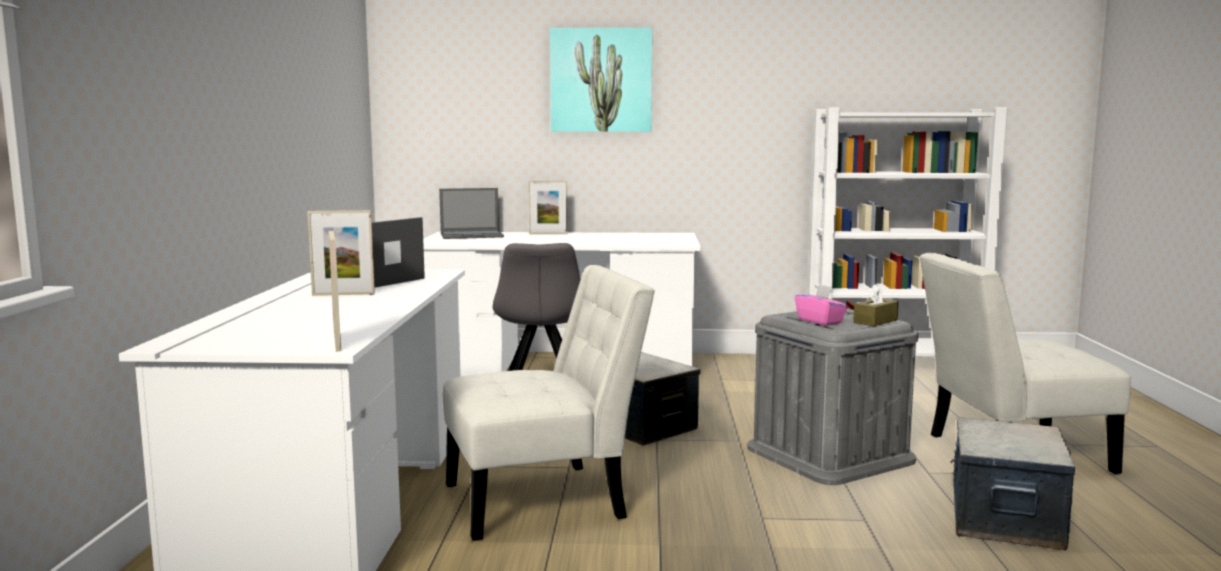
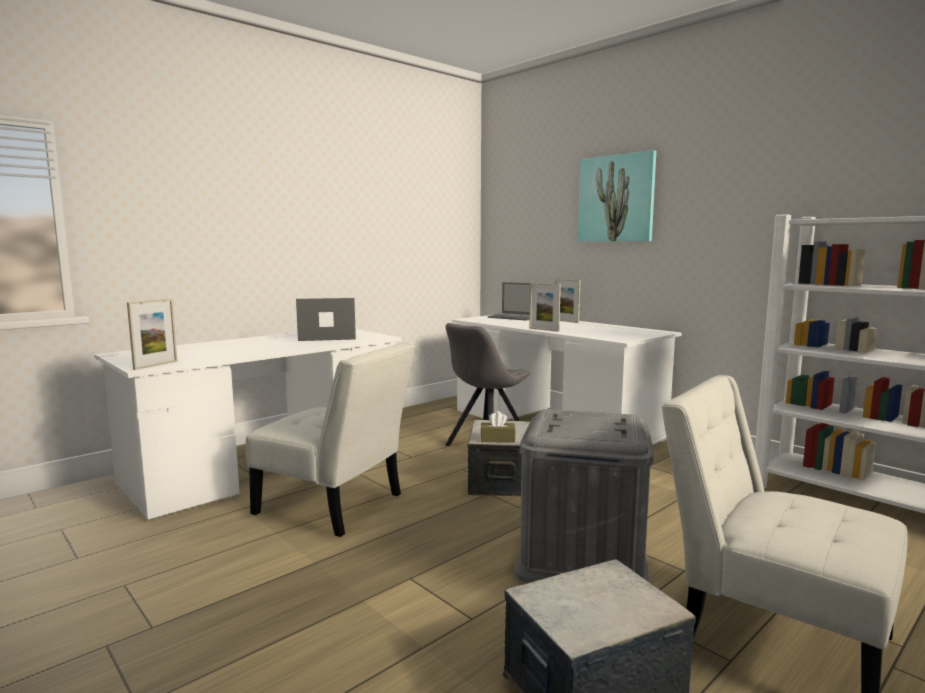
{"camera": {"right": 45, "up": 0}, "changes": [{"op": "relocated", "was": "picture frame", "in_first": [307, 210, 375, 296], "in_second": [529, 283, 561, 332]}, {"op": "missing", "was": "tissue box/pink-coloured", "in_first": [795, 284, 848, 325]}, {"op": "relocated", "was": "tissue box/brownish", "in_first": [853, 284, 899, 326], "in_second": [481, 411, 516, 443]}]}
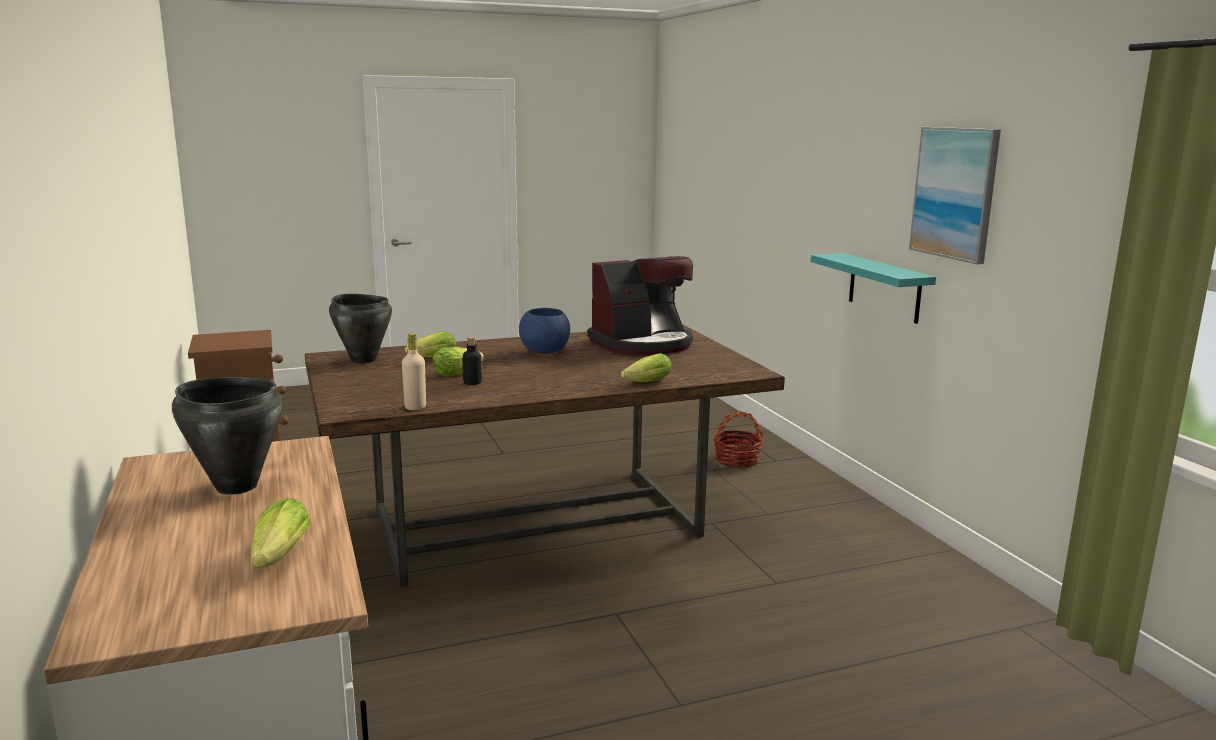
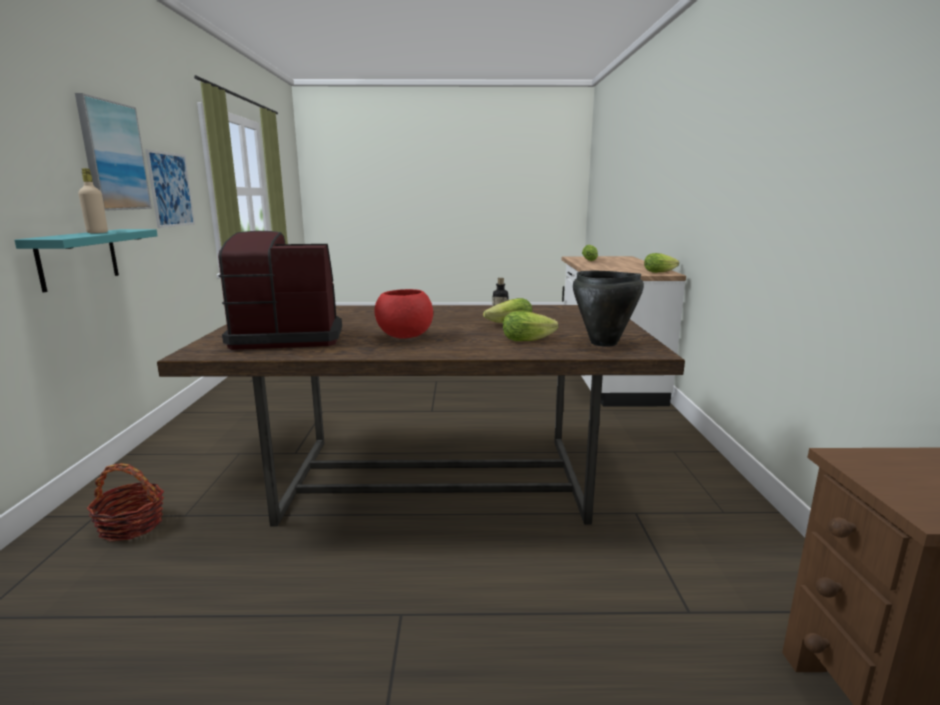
{"camera": {"right": -160, "up": 0}, "changes": [{"op": "colour", "was": "deep dish/bluish", "now": "deep dish/reddish", "in_first": [519, 308, 570, 354], "in_second": [374, 289, 433, 339]}, {"op": "relocated", "was": "bottle/sand-coloured", "in_first": [402, 333, 426, 410], "in_second": [78, 168, 108, 233]}, {"op": "relocated", "was": "lettuce", "in_first": [621, 353, 671, 382], "in_second": [644, 253, 679, 273]}, {"op": "missing", "was": "stockpot/blackish", "in_first": [172, 378, 283, 495]}, {"op": "appeared", "now": "wall art", "in_second": [145, 149, 195, 228]}]}
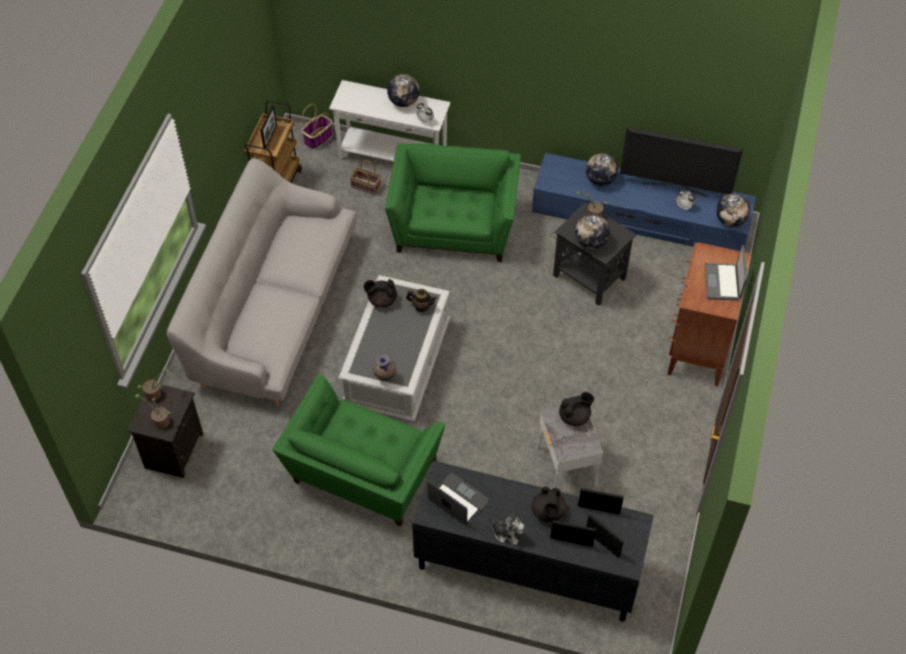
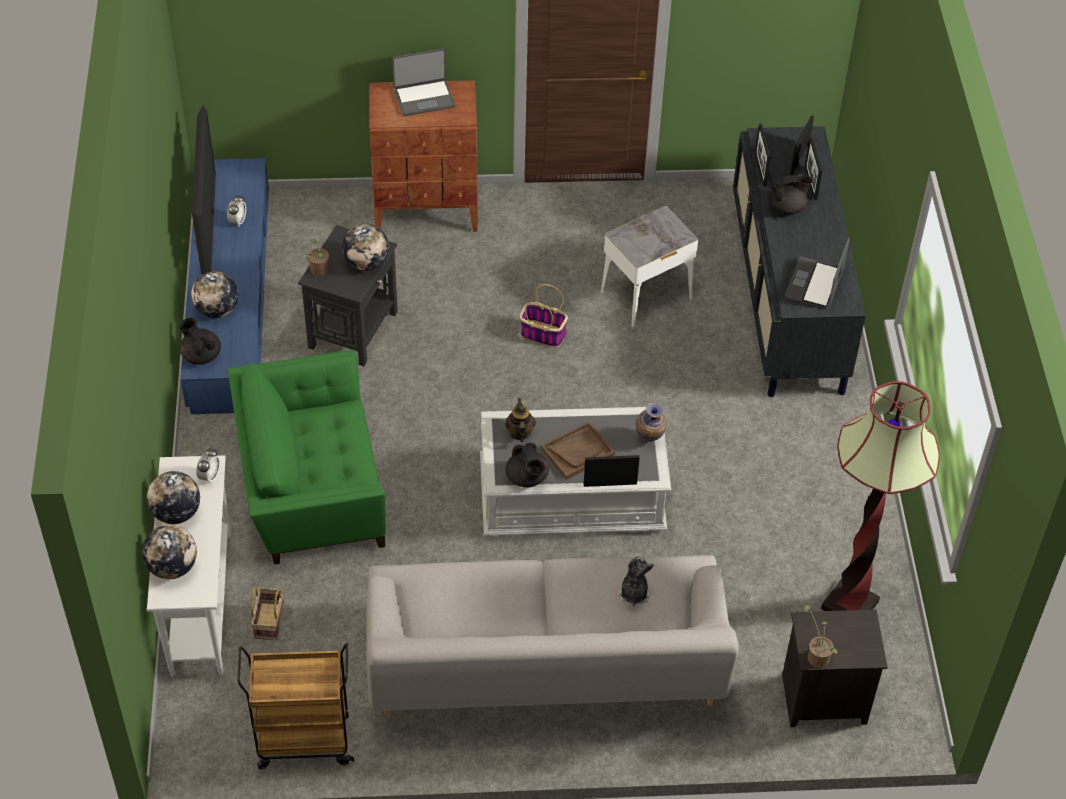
{"camera": {"right": -110, "up": -5}, "changes": [{"op": "relocated", "was": "basket", "in_first": [302, 104, 333, 149], "in_second": [520, 284, 568, 347]}, {"op": "relocated", "was": "picture frame", "in_first": [260, 105, 277, 148], "in_second": [584, 455, 640, 487]}, {"op": "relocated", "was": "desk globe", "in_first": [716, 194, 750, 227], "in_second": [142, 525, 197, 579]}, {"op": "missing", "was": "lounge chair/green-coloured", "in_first": [272, 374, 445, 526]}, {"op": "relocated", "was": "tea pot/blackish", "in_first": [559, 392, 594, 426], "in_second": [178, 318, 221, 365]}, {"op": "missing", "was": "plant in a pot", "in_first": [134, 394, 171, 429]}, {"op": "relocated", "was": "soft toy", "in_first": [488, 514, 524, 545], "in_second": [618, 553, 654, 607]}, {"op": "appeared", "now": "standing lamp", "in_second": [821, 381, 940, 611]}, {"op": "appeared", "now": "tray/brownish", "in_second": [541, 421, 615, 480]}]}
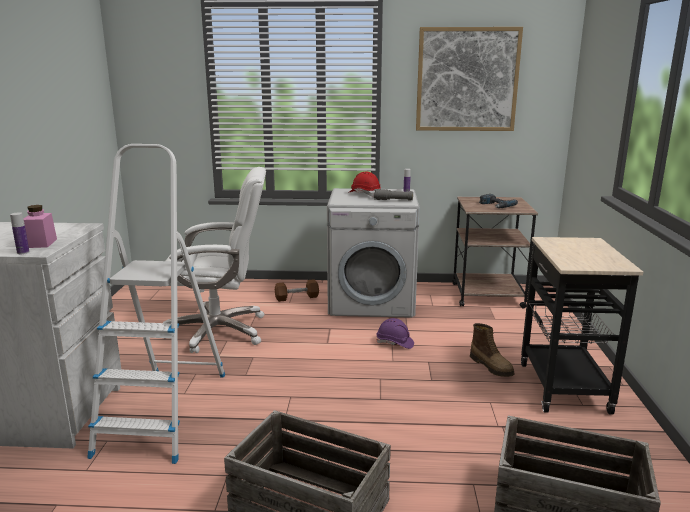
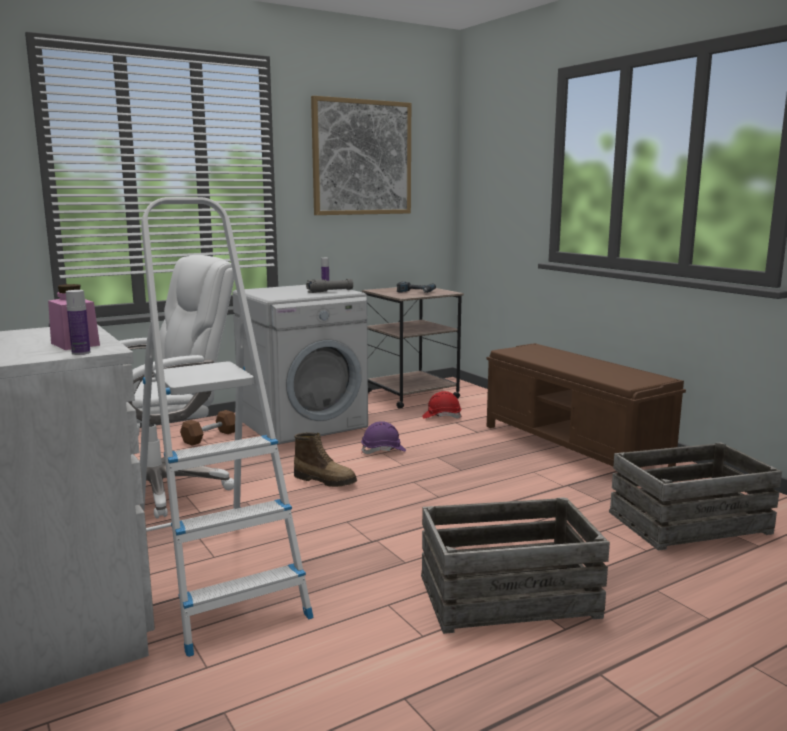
{"camera": {"right": -35, "up": -5}, "changes": [{"op": "relocated", "was": "safety helmet/reddish", "in_first": [348, 171, 381, 196], "in_second": [422, 391, 461, 419]}, {"op": "exchanged", "was": "wheeled cart", "now": "long seat/brownish", "in_first": [521, 237, 643, 415], "in_second": [486, 343, 686, 468]}, {"op": "relocated", "was": "high-top boot", "in_first": [470, 323, 514, 377], "in_second": [294, 433, 357, 487]}]}
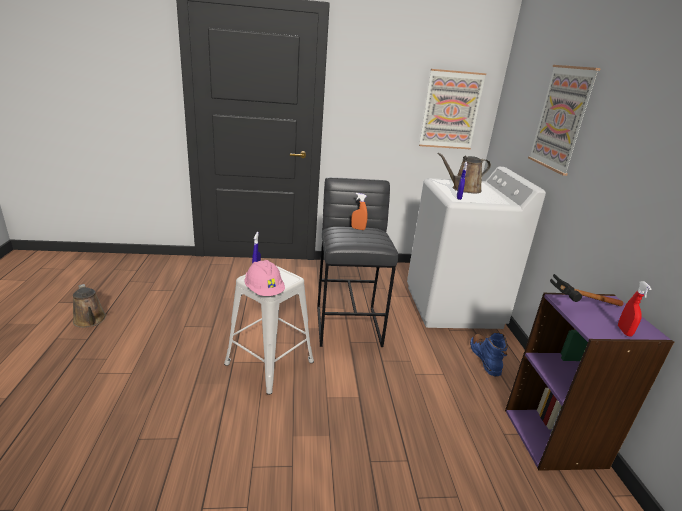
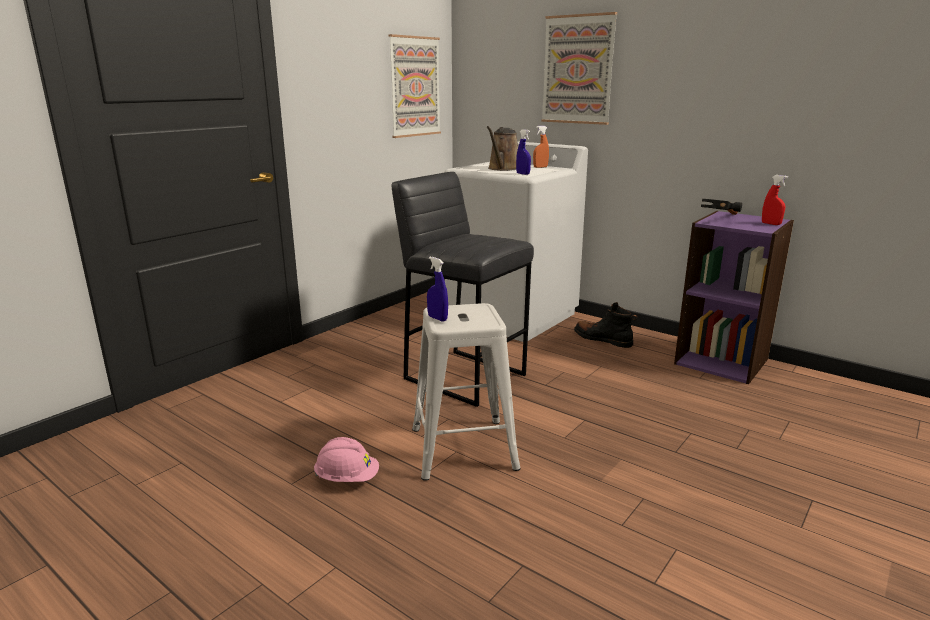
{"camera": {"right": -45, "up": -5}, "changes": [{"op": "relocated", "was": "sprayer/orange", "in_first": [351, 193, 368, 230], "in_second": [533, 126, 549, 168]}, {"op": "relocated", "was": "safety helmet/pink-coloured", "in_first": [245, 260, 285, 296], "in_second": [314, 437, 379, 482]}, {"op": "missing", "was": "sprinkling can/brownish", "in_first": [73, 284, 107, 328]}, {"op": "colour", "was": "high-top boot/bluish", "now": "high-top boot/blackish", "in_first": [470, 333, 508, 377], "in_second": [574, 302, 638, 348]}]}
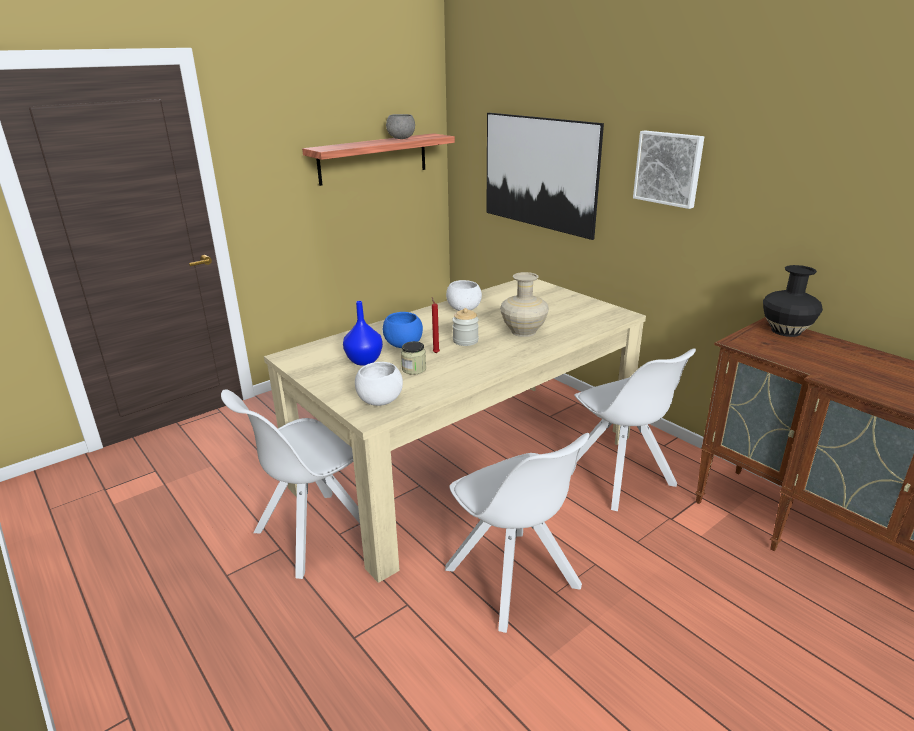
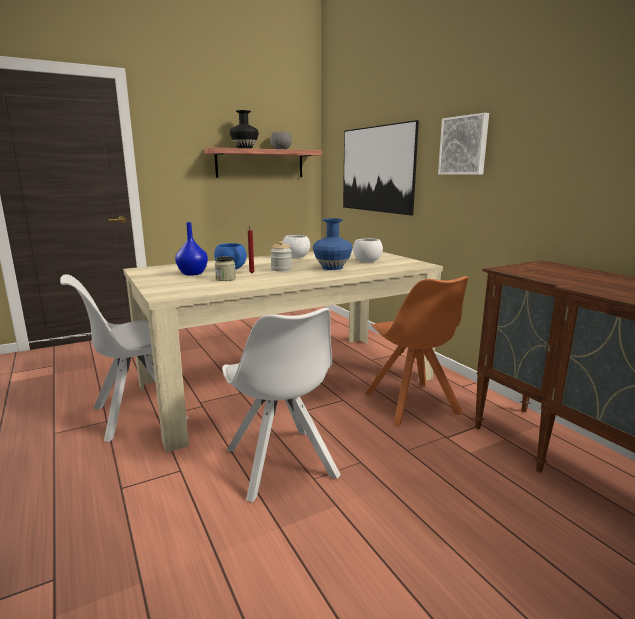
{"camera": {"right": 10, "up": -10}, "changes": [{"op": "relocated", "was": "vase/blackish", "in_first": [763, 265, 823, 337], "in_second": [230, 110, 259, 148]}, {"op": "colour", "was": "vase/sand-coloured", "now": "vase/bluish", "in_first": [500, 272, 549, 337], "in_second": [313, 218, 353, 270]}, {"op": "colour", "was": "plain chair/white", "now": "plain chair/orange", "in_first": [574, 348, 696, 511], "in_second": [365, 276, 468, 426]}, {"op": "relocated", "was": "deep dish/white", "in_first": [355, 362, 403, 406], "in_second": [353, 238, 383, 263]}]}
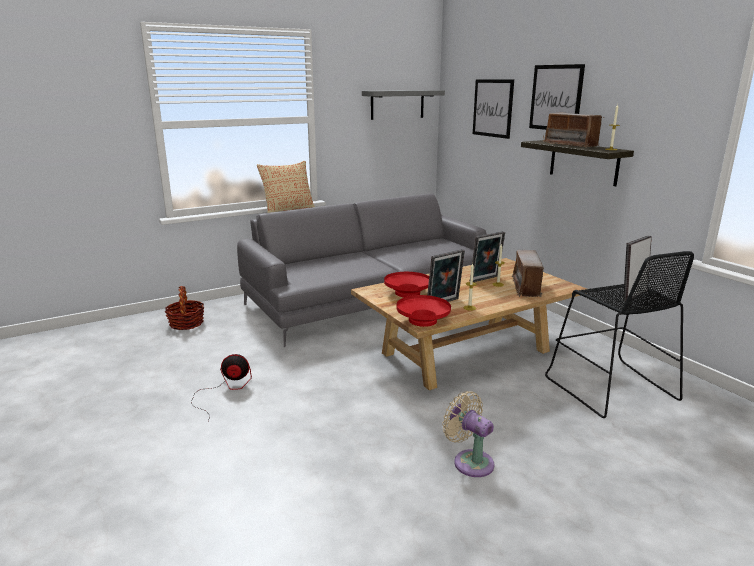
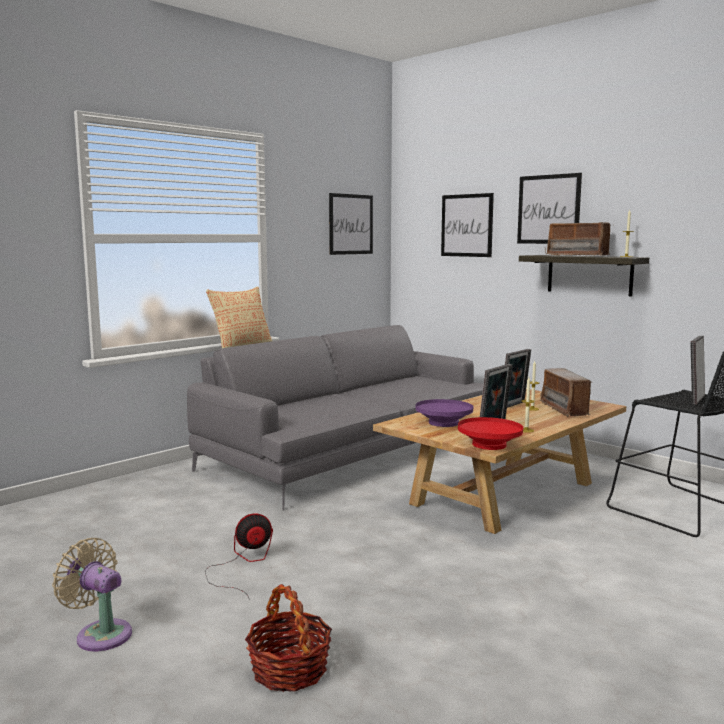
{"camera": {"right": -15, "up": -10}, "changes": [{"op": "exchanged", "was": "wall shelf/greyish", "now": "wall art", "in_first": [362, 90, 445, 120], "in_second": [329, 193, 373, 255]}, {"op": "colour", "was": "deep dish/reddish", "now": "deep dish/purple-coloured", "in_first": [384, 272, 429, 298], "in_second": [415, 399, 474, 427]}, {"op": "relocated", "was": "basket", "in_first": [165, 286, 204, 330], "in_second": [245, 584, 332, 692]}, {"op": "relocated", "was": "electric fan/sand-coloured", "in_first": [442, 391, 494, 477], "in_second": [52, 538, 132, 651]}]}
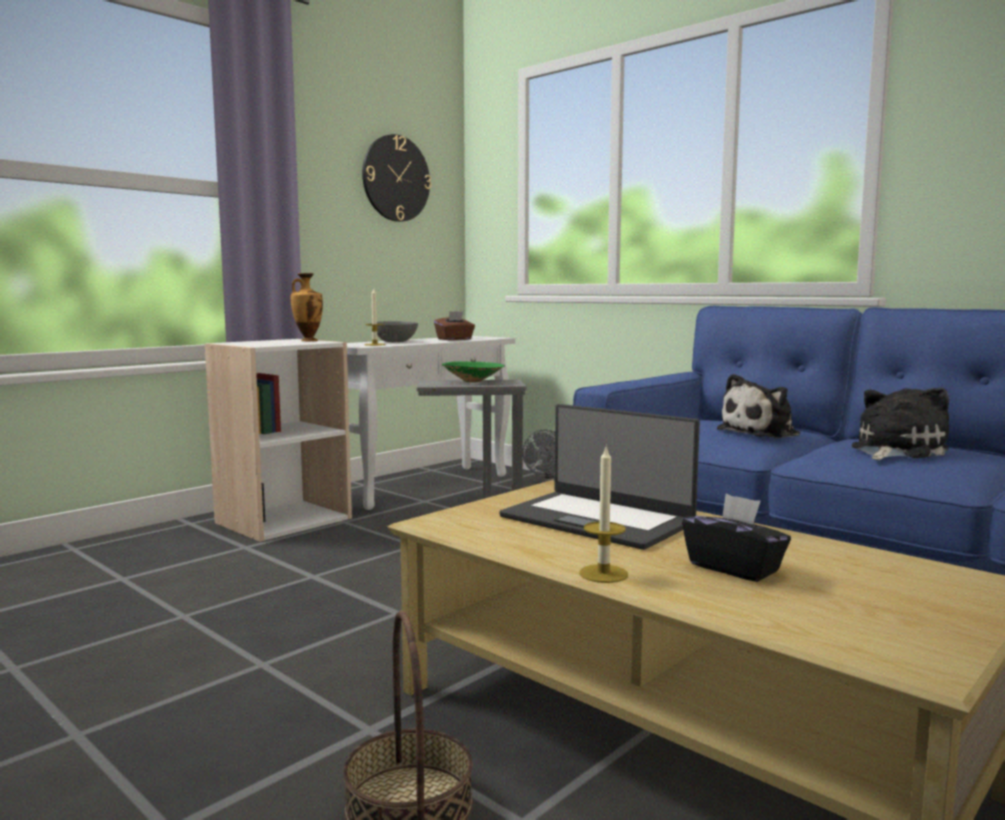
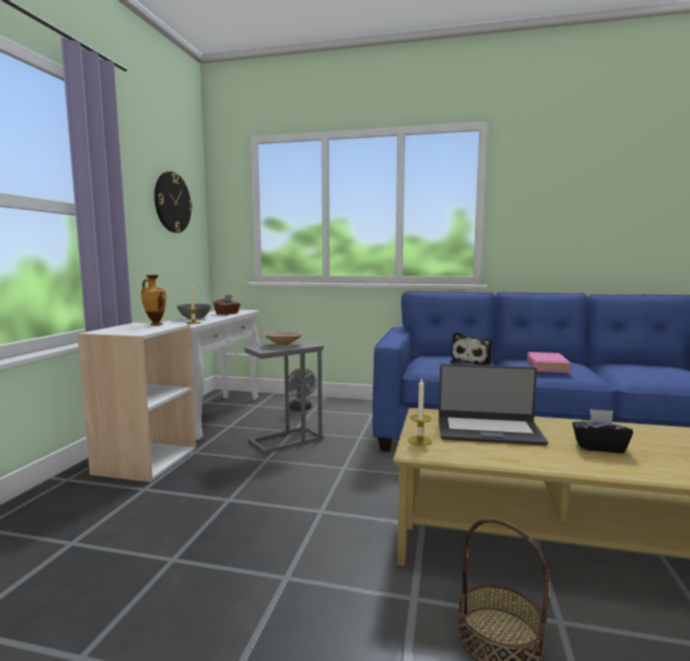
{"camera": {"right": -30, "up": 0}, "changes": [{"op": "colour", "was": "deep dish/green-coloured", "now": "deep dish/sand-coloured", "in_first": [442, 361, 505, 382], "in_second": [263, 331, 304, 346]}, {"op": "exchanged", "was": "soft toy", "now": "bound book/pink-coloured", "in_first": [852, 387, 949, 460], "in_second": [527, 352, 572, 373]}, {"op": "relocated", "was": "candle", "in_first": [579, 444, 628, 583], "in_second": [408, 378, 432, 446]}]}
